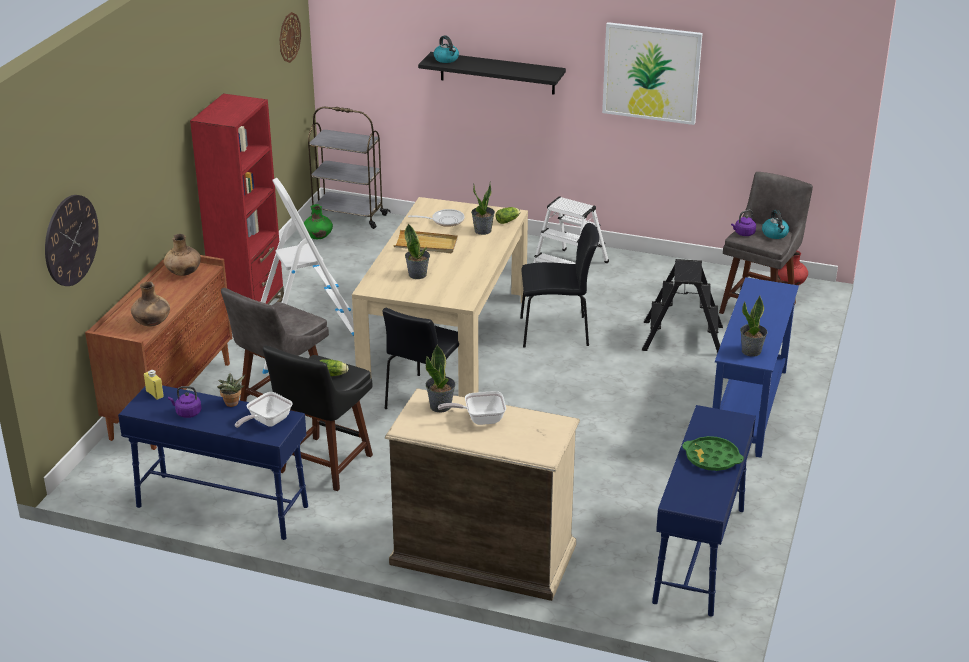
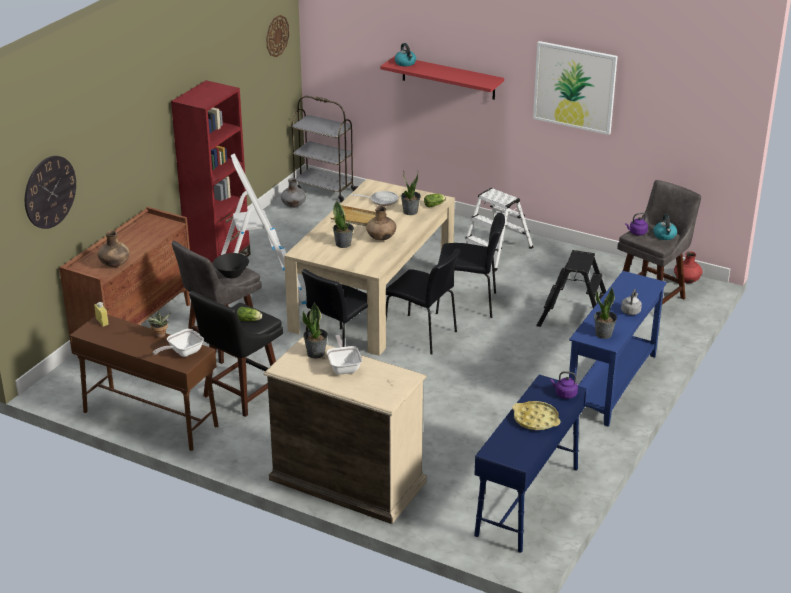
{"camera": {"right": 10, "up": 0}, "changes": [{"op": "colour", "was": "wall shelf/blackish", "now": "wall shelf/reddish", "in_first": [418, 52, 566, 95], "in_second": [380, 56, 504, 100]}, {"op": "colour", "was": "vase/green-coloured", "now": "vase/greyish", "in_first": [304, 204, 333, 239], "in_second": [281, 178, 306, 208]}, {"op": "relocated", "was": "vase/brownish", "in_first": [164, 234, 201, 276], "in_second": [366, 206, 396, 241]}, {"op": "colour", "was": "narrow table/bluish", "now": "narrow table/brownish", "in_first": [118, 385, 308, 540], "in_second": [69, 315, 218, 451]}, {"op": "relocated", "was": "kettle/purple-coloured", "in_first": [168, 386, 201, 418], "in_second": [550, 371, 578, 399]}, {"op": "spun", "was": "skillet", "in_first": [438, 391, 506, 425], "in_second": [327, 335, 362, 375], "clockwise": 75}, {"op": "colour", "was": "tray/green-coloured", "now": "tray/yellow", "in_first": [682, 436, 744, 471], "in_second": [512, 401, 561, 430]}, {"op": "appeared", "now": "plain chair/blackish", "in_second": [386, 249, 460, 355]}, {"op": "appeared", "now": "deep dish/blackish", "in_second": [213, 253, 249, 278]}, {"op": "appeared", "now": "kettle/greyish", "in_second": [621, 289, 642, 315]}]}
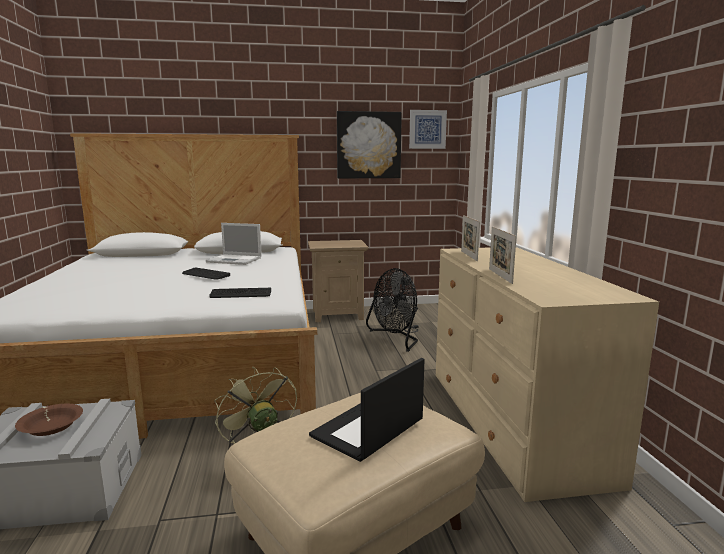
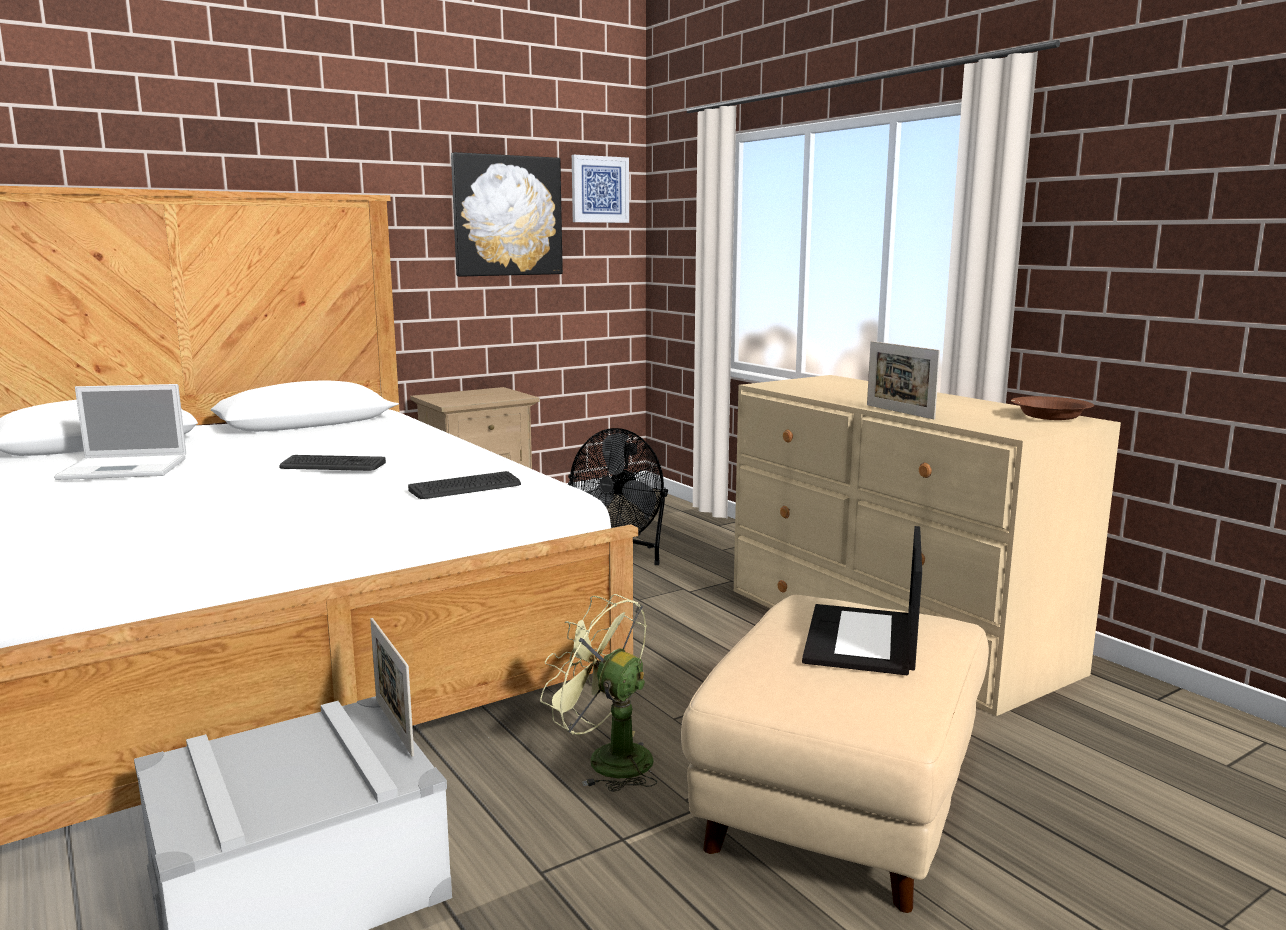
{"camera": {"right": -25, "up": 0}, "changes": [{"op": "relocated", "was": "picture frame", "in_first": [461, 215, 480, 261], "in_second": [370, 618, 414, 757]}, {"op": "relocated", "was": "laptop", "in_first": [206, 223, 262, 265], "in_second": [54, 384, 186, 480]}, {"op": "relocated", "was": "deep dish/brownish", "in_first": [15, 404, 83, 436], "in_second": [1011, 396, 1094, 420]}]}
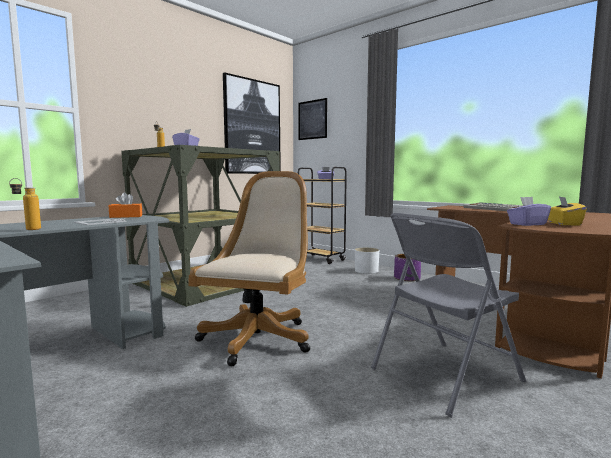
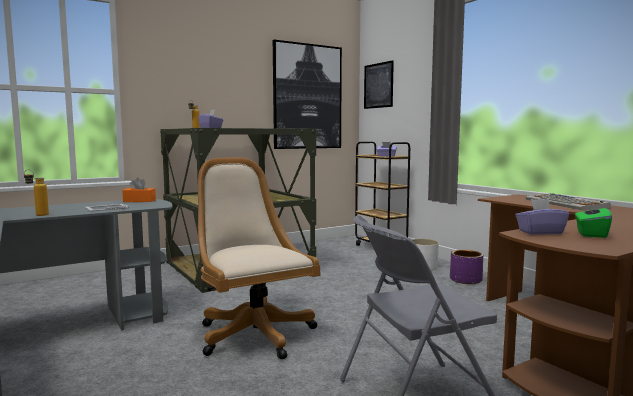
{"camera": {"right": 15, "up": 0}, "changes": [{"op": "spun", "was": "computer chair", "in_first": [188, 171, 310, 366], "in_second": [198, 157, 321, 359], "clockwise": -60}, {"op": "colour", "was": "tissue box/yellow", "now": "tissue box/green-coloured", "in_first": [548, 197, 587, 226], "in_second": [575, 200, 612, 238]}]}
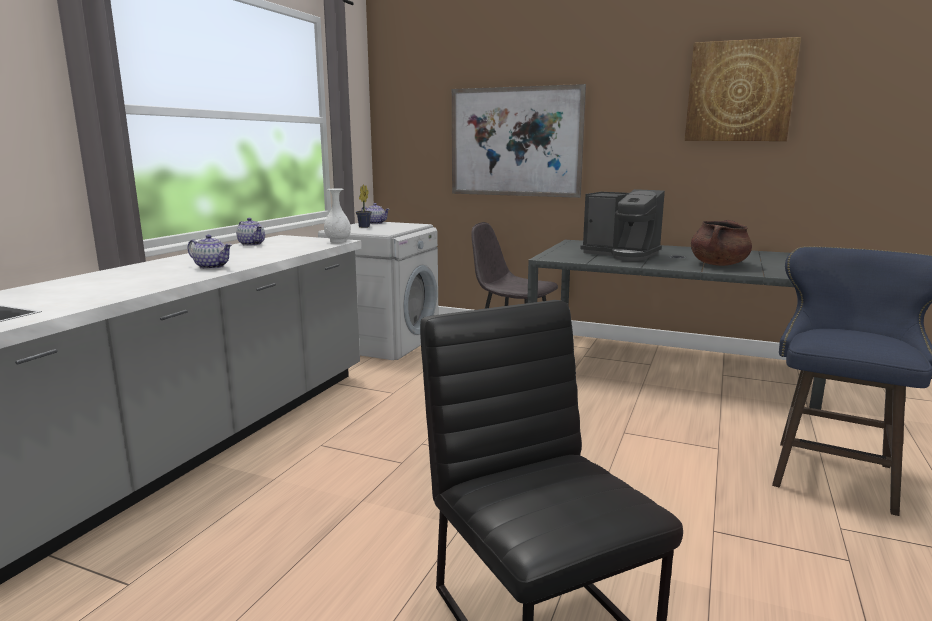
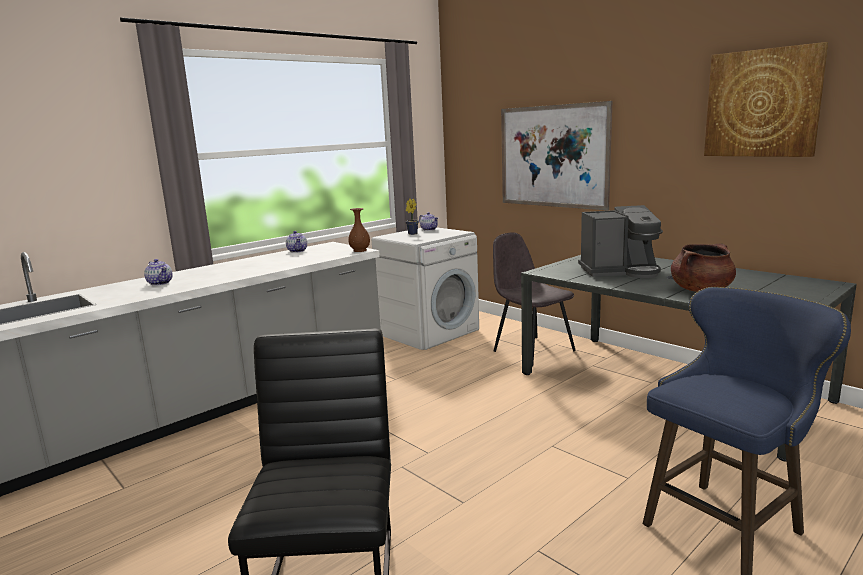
{"camera": {"right": 25, "up": 0}, "changes": [{"op": "colour", "was": "vase/white", "now": "vase/brownish", "in_first": [324, 189, 351, 243], "in_second": [349, 208, 370, 252]}, {"op": "spun", "was": "coffee maker", "in_first": [580, 189, 665, 261], "in_second": [578, 205, 663, 278], "clockwise": -60}, {"op": "relocated", "was": "tea pot", "in_first": [188, 235, 232, 269], "in_second": [144, 259, 173, 286]}]}
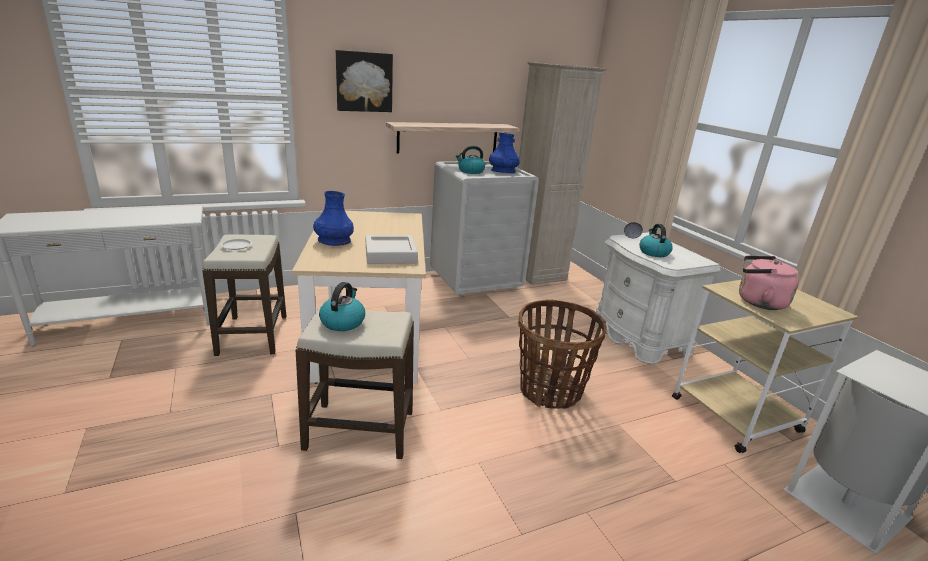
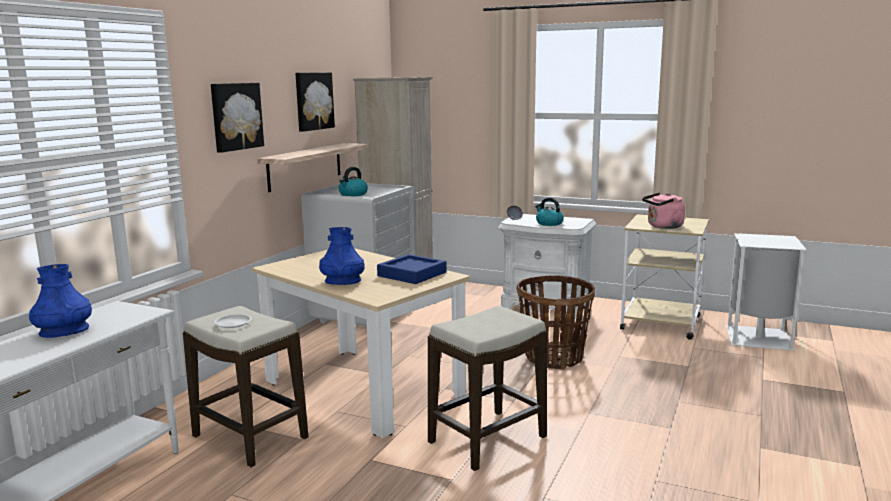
{"camera": {"right": -40, "up": -10}, "changes": [{"op": "relocated", "was": "vase/bluish", "in_first": [489, 133, 520, 173], "in_second": [29, 264, 92, 338]}, {"op": "colour", "was": "tray/greyish", "now": "tray/bluish", "in_first": [366, 235, 418, 264], "in_second": [377, 254, 447, 284]}, {"op": "missing", "was": "kettle", "in_first": [319, 282, 365, 331]}, {"op": "appeared", "now": "wall art", "in_second": [295, 72, 335, 132]}]}
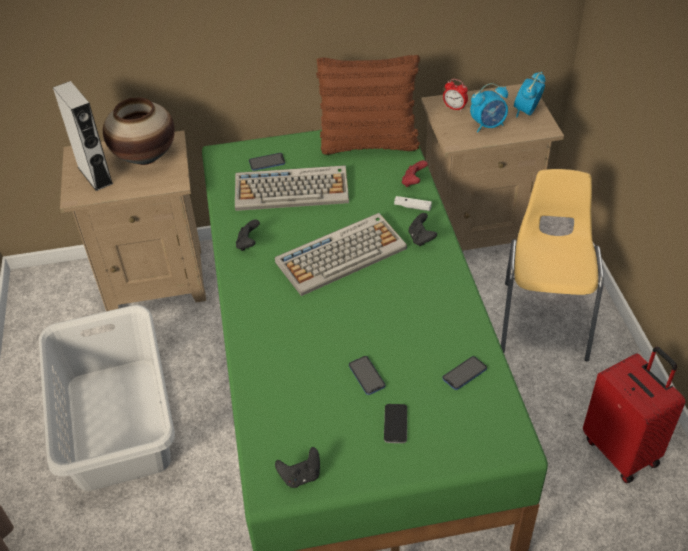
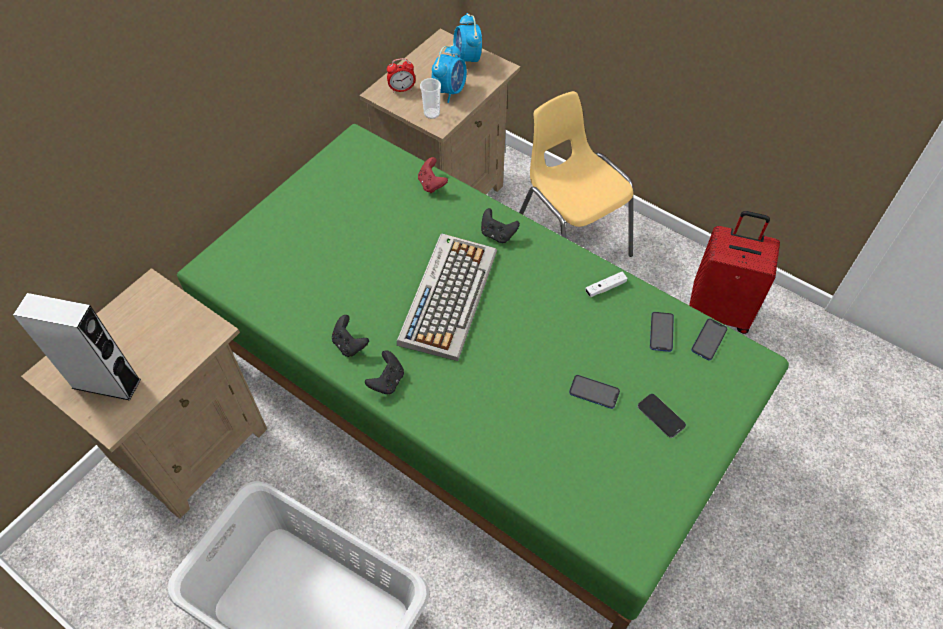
{"camera": {"right": -45, "up": 10}, "changes": [{"op": "missing", "was": "pillow/brownish", "in_first": [316, 55, 420, 155]}, {"op": "missing", "was": "vase", "in_first": [103, 97, 175, 165]}, {"op": "relocated", "was": "handset", "in_first": [249, 153, 285, 171], "in_second": [691, 319, 728, 360]}, {"op": "missing", "was": "computer keyboard", "in_first": [235, 165, 349, 211]}, {"op": "relocated", "was": "game controller/white", "in_first": [394, 196, 432, 211], "in_second": [585, 272, 627, 297]}, {"op": "relocated", "was": "game controller/blackish", "in_first": [275, 447, 320, 488], "in_second": [365, 350, 404, 394]}, {"op": "appeared", "now": "cup", "in_second": [420, 78, 441, 119]}]}
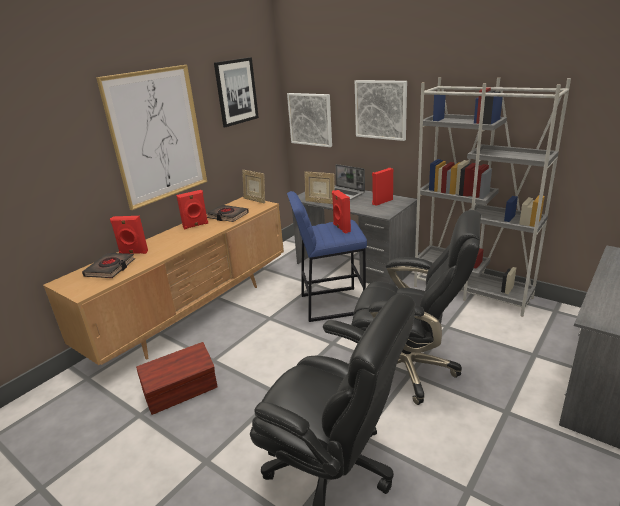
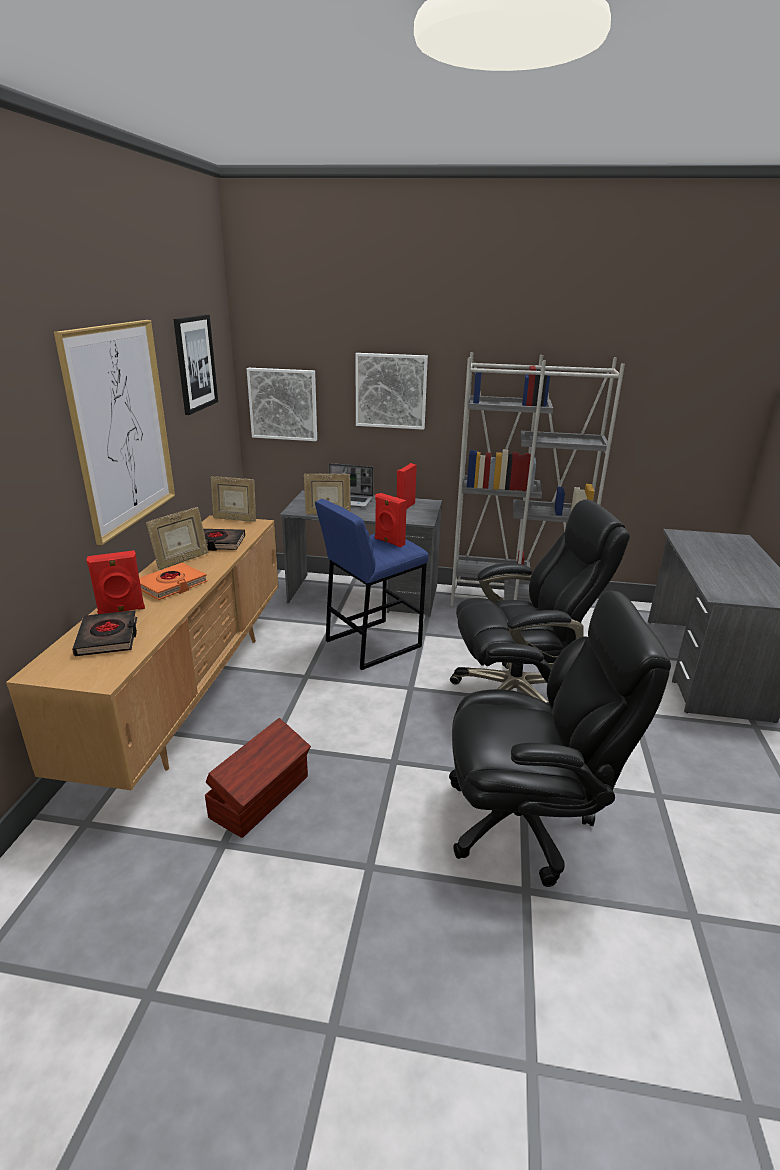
{"camera": {"right": -30, "up": 0}, "changes": [{"op": "exchanged", "was": "loudspeaker/reddish", "now": "picture frame", "in_first": [176, 190, 208, 230], "in_second": [146, 507, 208, 570]}, {"op": "appeared", "now": "bound book/orange", "in_second": [139, 563, 207, 600]}]}
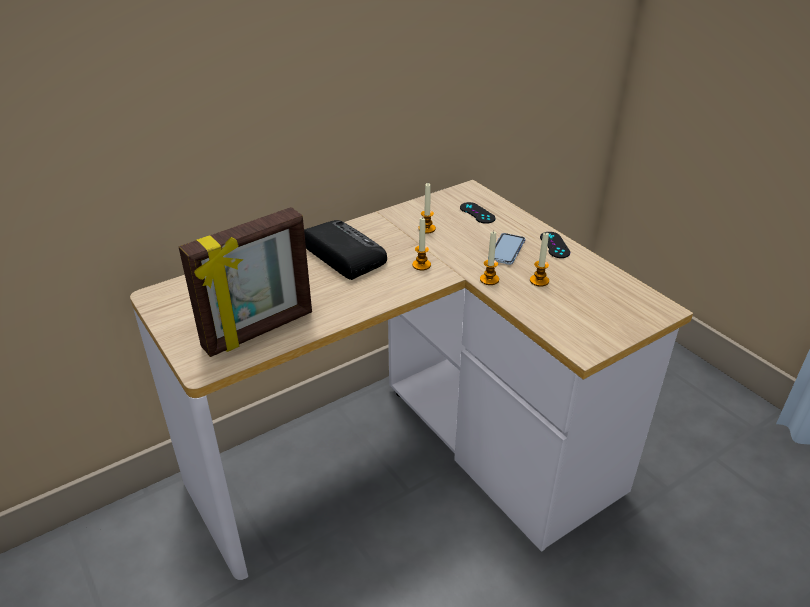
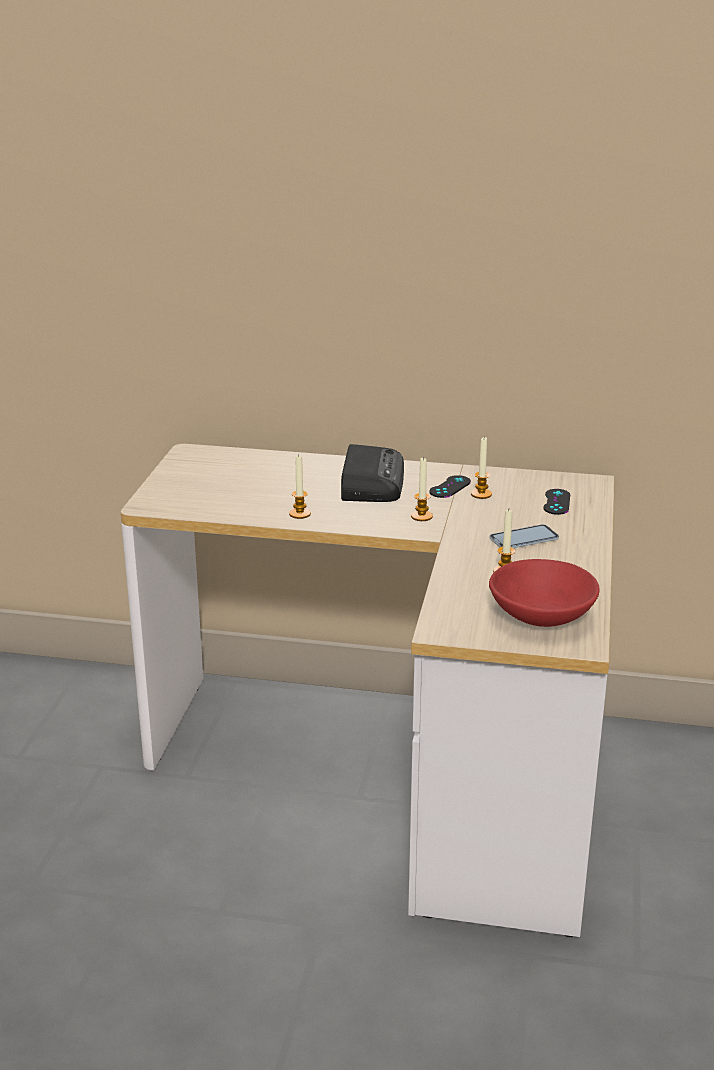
{"camera": {"right": 45, "up": -10}, "changes": [{"op": "missing", "was": "picture frame", "in_first": [179, 207, 312, 357]}, {"op": "relocated", "was": "candle", "in_first": [480, 231, 499, 285], "in_second": [289, 456, 311, 519]}, {"op": "relocated", "was": "game controller/blackish", "in_first": [540, 232, 570, 258], "in_second": [429, 475, 471, 498]}, {"op": "appeared", "now": "deep dish/reddish", "in_second": [489, 559, 599, 627]}]}
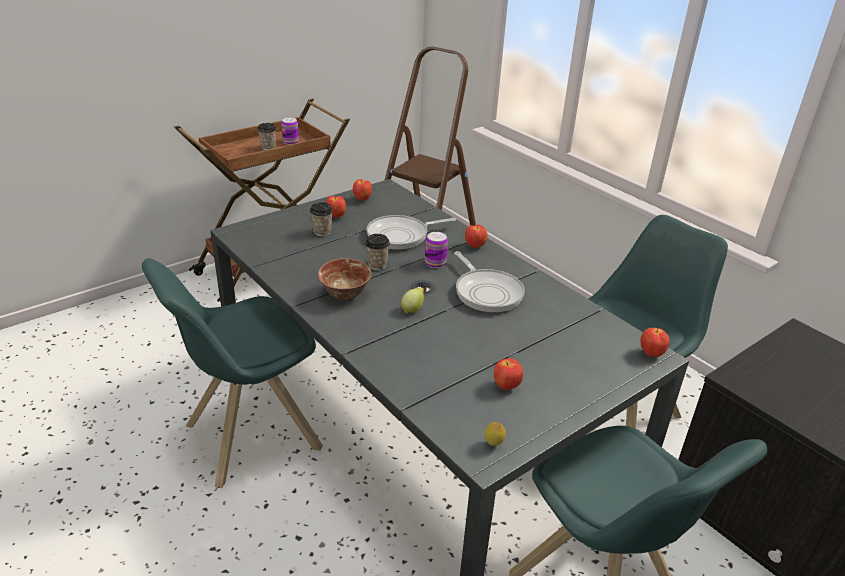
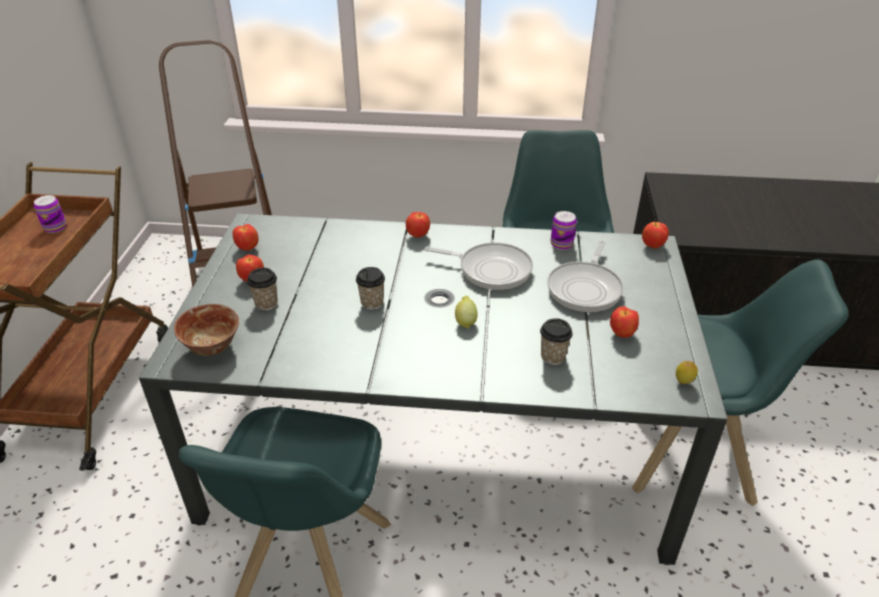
{"camera": {"right": -45, "up": 5}, "changes": [{"op": "relocated", "was": "cup", "in_first": [257, 123, 276, 150], "in_second": [540, 318, 573, 365]}, {"op": "relocated", "was": "skillet", "in_first": [366, 215, 456, 250], "in_second": [547, 241, 624, 312]}, {"op": "relocated", "was": "can", "in_first": [425, 232, 448, 268], "in_second": [551, 211, 577, 250]}, {"op": "relocated", "was": "deep dish", "in_first": [318, 258, 372, 301], "in_second": [174, 304, 239, 356]}]}
